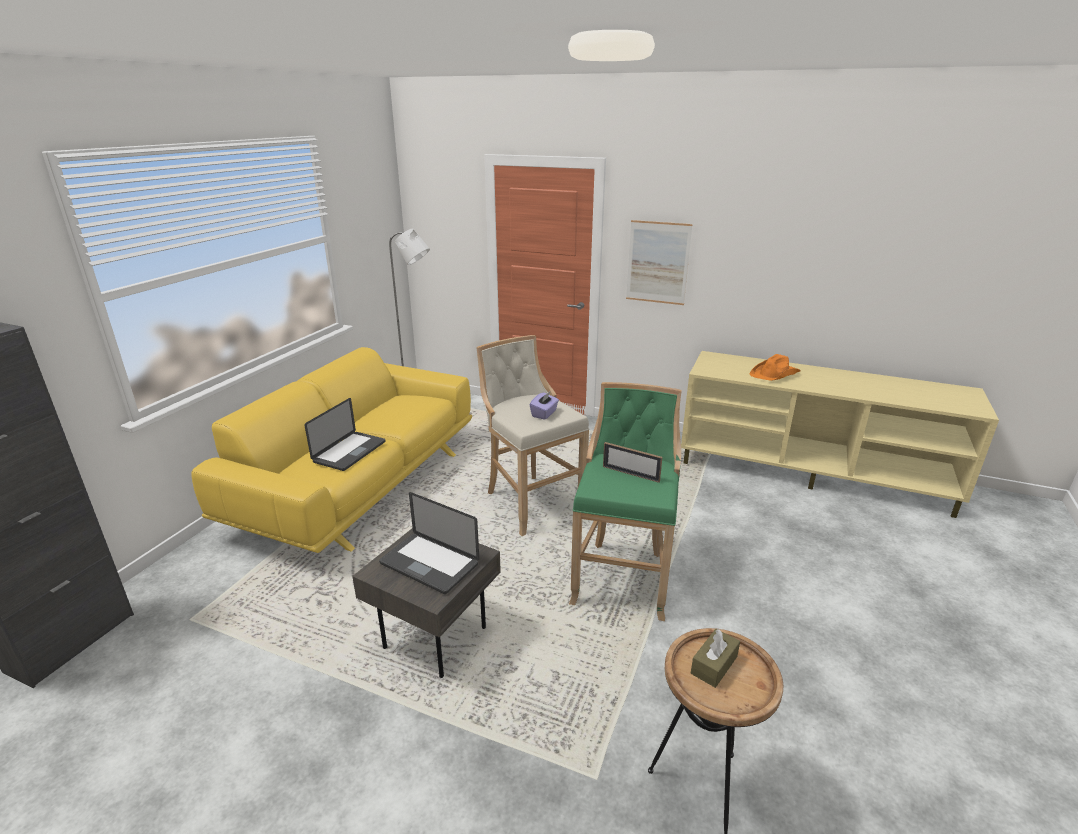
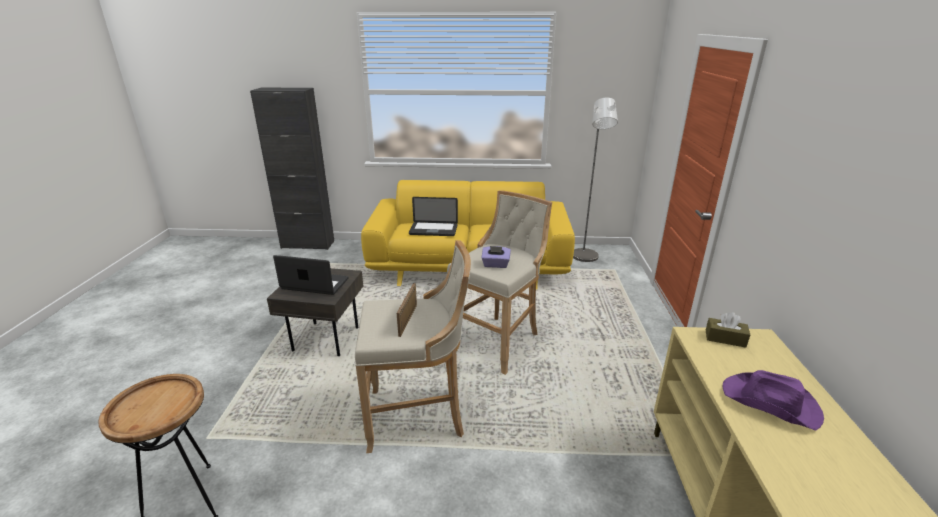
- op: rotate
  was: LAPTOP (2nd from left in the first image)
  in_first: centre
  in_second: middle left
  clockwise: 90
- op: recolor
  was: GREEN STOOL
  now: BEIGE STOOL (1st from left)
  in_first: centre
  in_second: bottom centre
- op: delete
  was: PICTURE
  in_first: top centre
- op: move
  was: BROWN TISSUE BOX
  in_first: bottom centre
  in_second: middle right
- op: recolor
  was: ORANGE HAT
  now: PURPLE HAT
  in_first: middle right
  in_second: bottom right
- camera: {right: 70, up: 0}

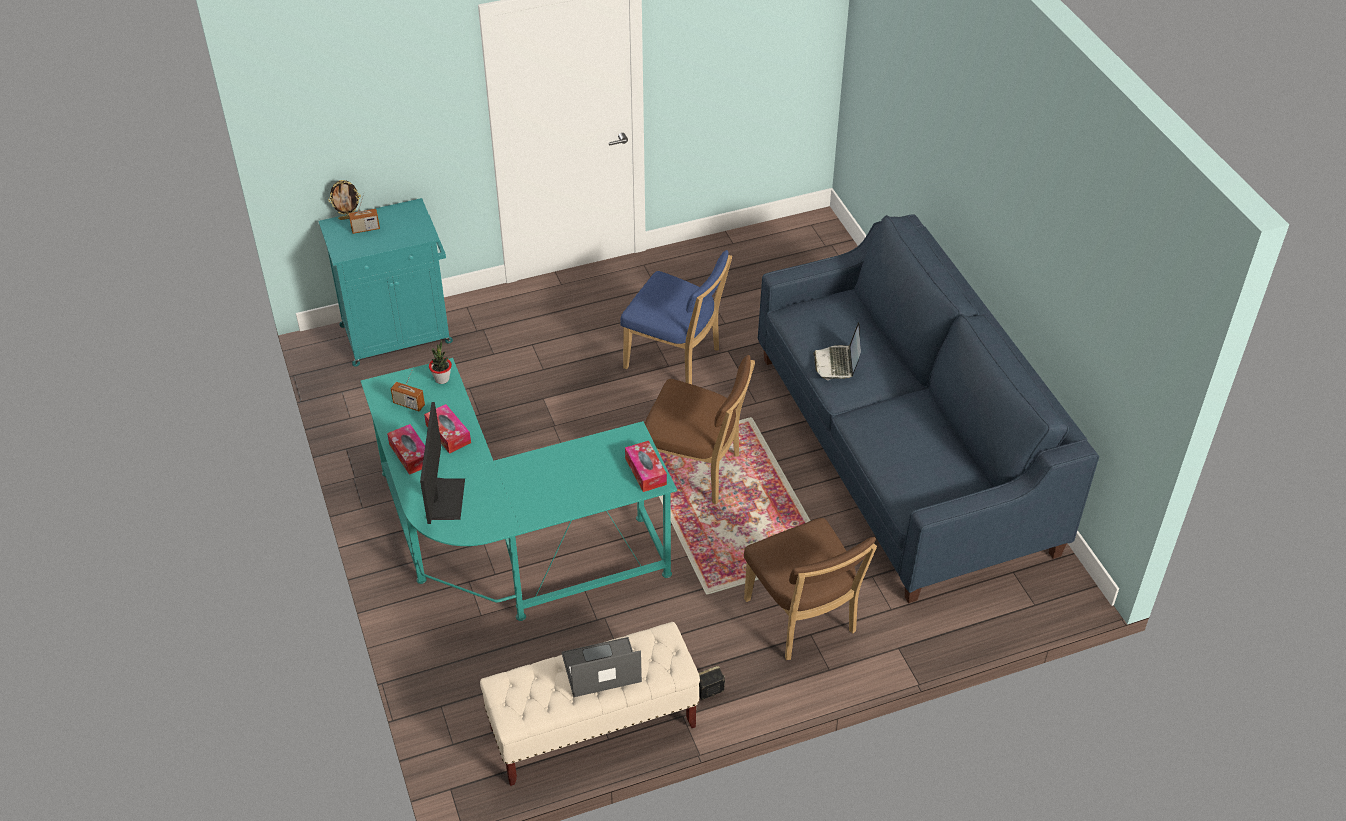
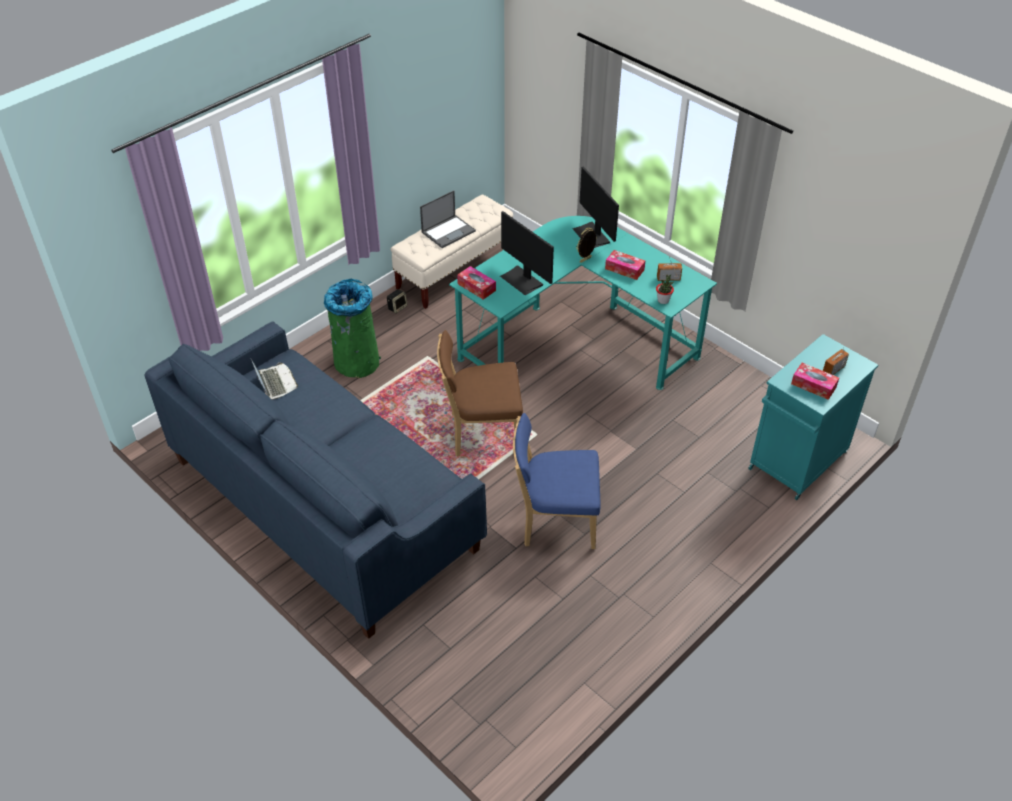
- op: move
  was: PICTURE FRAME
  in_first: top left
  in_second: top centre
- op: move
  was: TISSUE BOX (1st from left in the first image)
  now: TISSUE BOX (3rd from left)
  in_first: middle left
  in_second: middle right
- op: replace
  was: BROWN CHAIR (2nd from left)
  now: GREEN TRASH CAN
  in_first: bottom centre
  in_second: centre
- op: move
  was: LAPTOP (2nd from left in the first image)
  now: LAPTOP (1st from left)
  in_first: centre
  in_second: middle left
- op: insert
  now: MONITOR (1st from left)
  in_second: top centre
- camera: {right: 155, up: 0}

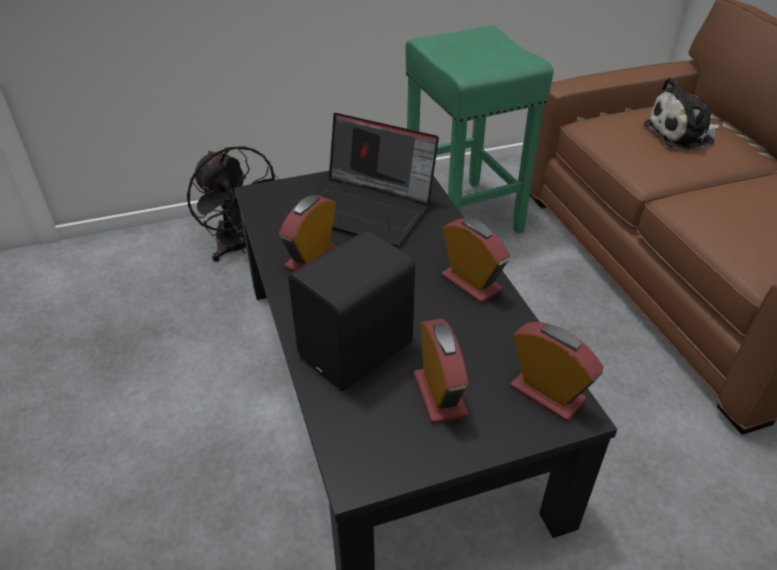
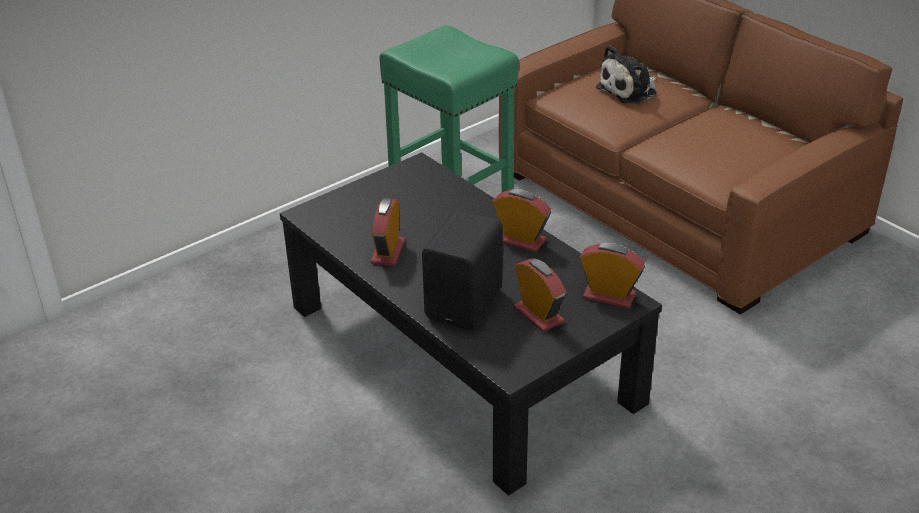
- op: delete
  was: BLACK FAN
  in_first: middle left
- op: delete
  was: LAPTOP
  in_first: top centre
- camera: {right: -20, up: -5}

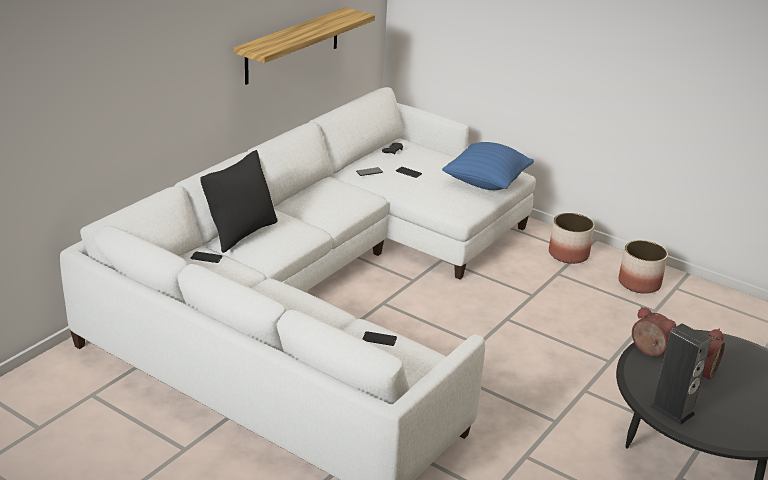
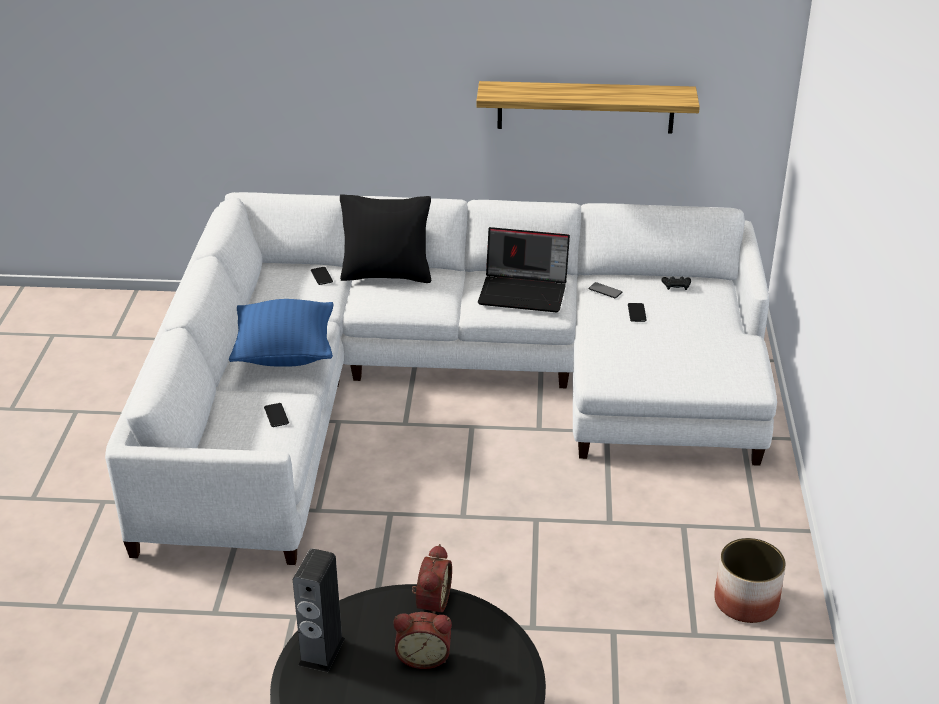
- op: move
  was: BLUE PILLOW
  in_first: centre
  in_second: middle left
- op: delete
  was: PLANTER (1st from left)
  in_first: middle right
- op: insert
  now: LAPTOP
  in_second: centre
- camera: {right: 60, up: 5}

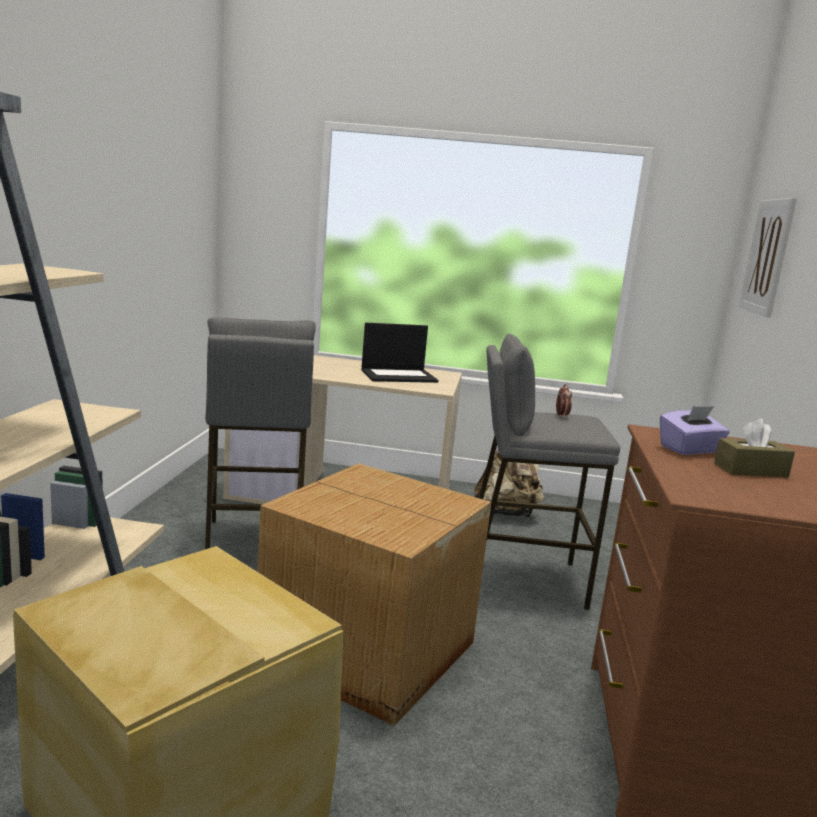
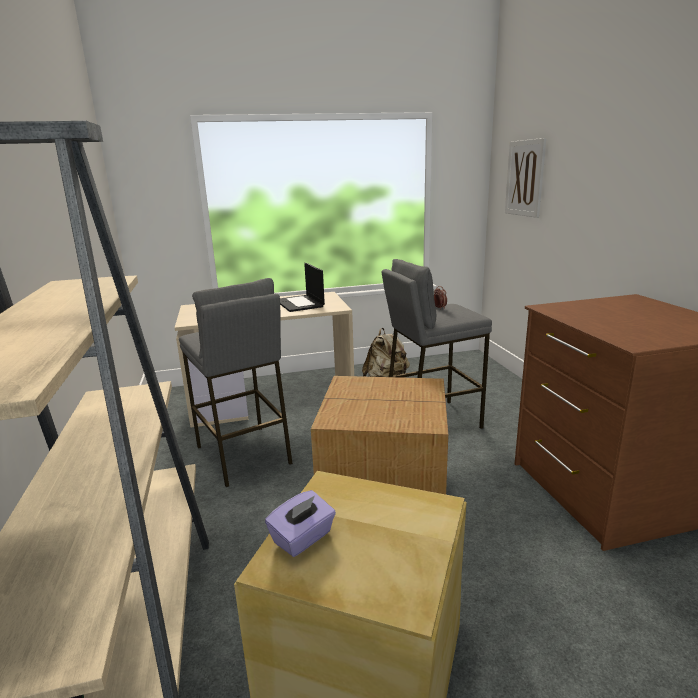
- op: rotate
  was: LAPTOP
  in_first: centre
  in_second: centre
  clockwise: 105
- op: move
  was: PURPLE TISSUE BOX
  in_first: middle right
  in_second: bottom centre
- op: delete
  was: BROWN TISSUE BOX
  in_first: middle right
- camera: {right: -20, up: 5}

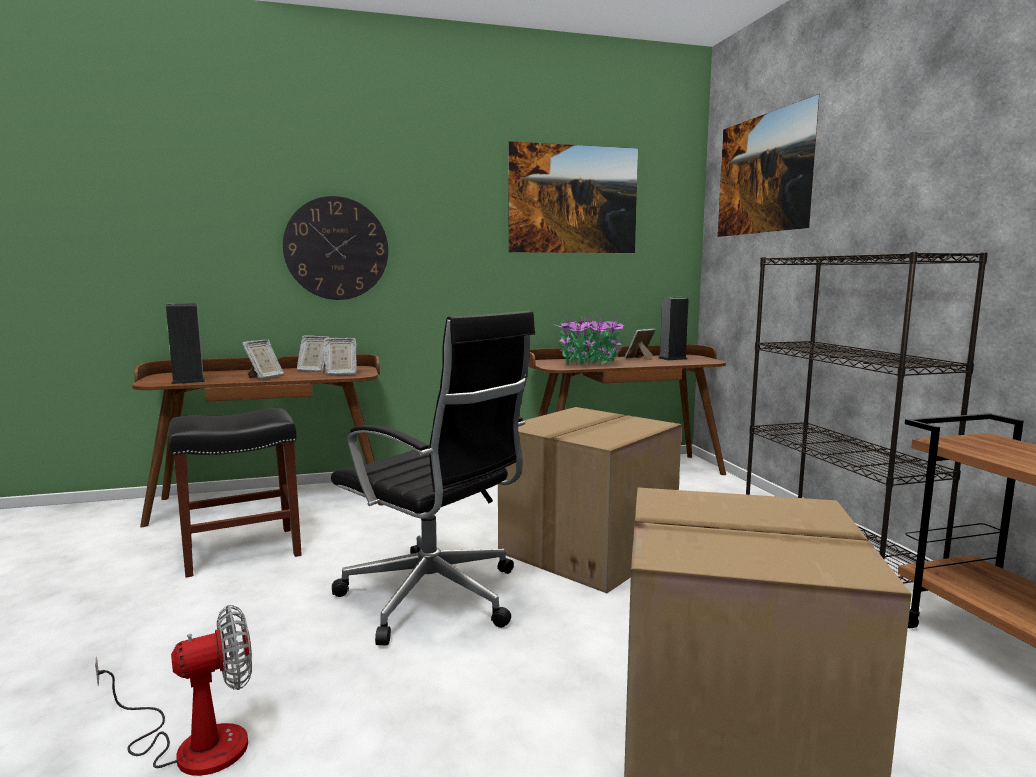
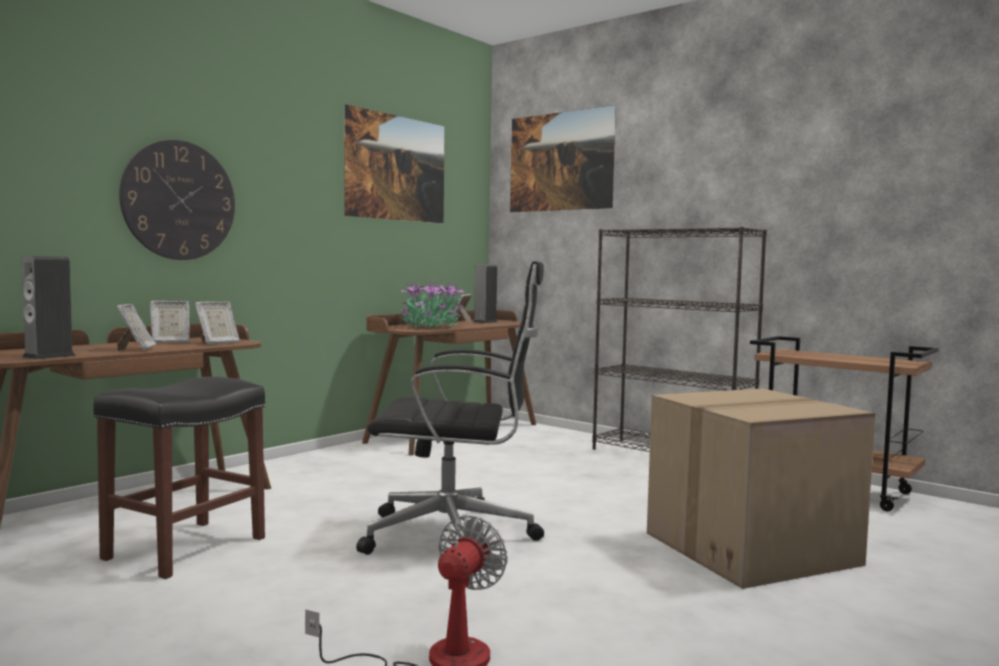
- op: delete
  was: CARDBOARD BOX (1st from left)
  in_first: centre
- camera: {right: -35, up: -5}

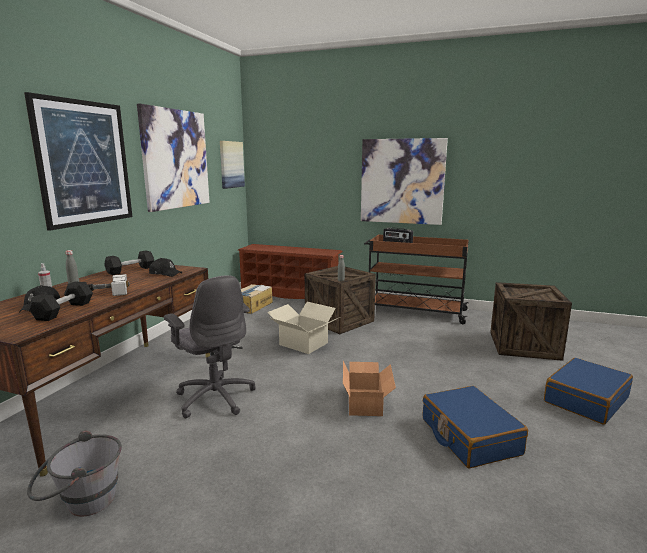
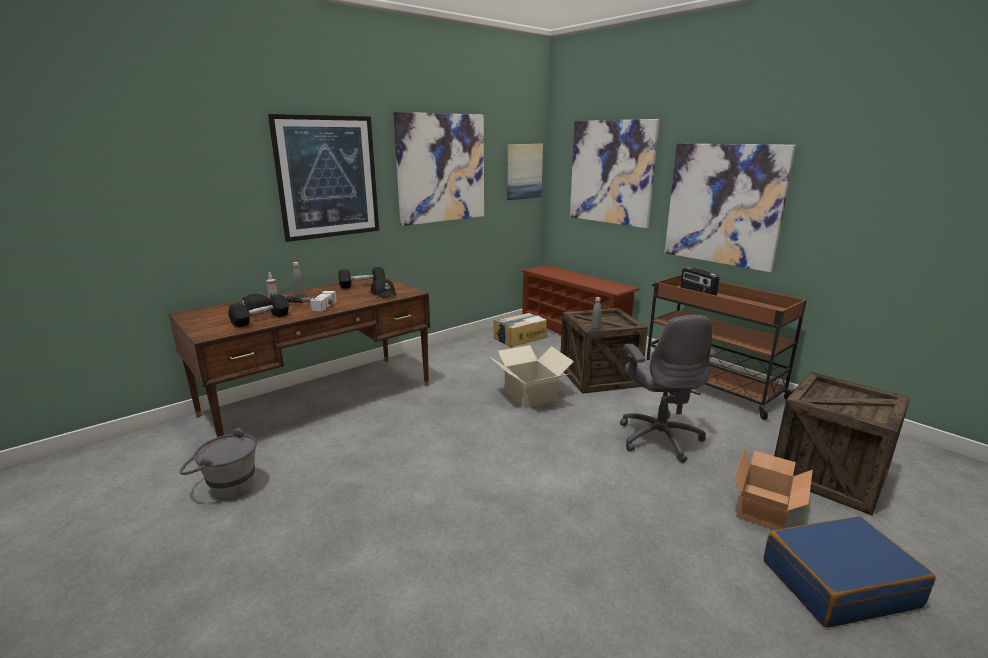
- op: move
  was: GREY OFFICE CHAIR
  in_first: middle left
  in_second: middle right
- op: move
  was: CARDBOARD BOX (3rd from left)
  in_first: bottom centre
  in_second: bottom right
- op: delete
  was: BLUE SUITCASE (1st from left)
  in_first: bottom right
- op: insert
  now: PICTURE (4th from left)
  in_second: top centre
- camera: {right: 30, up: 5}

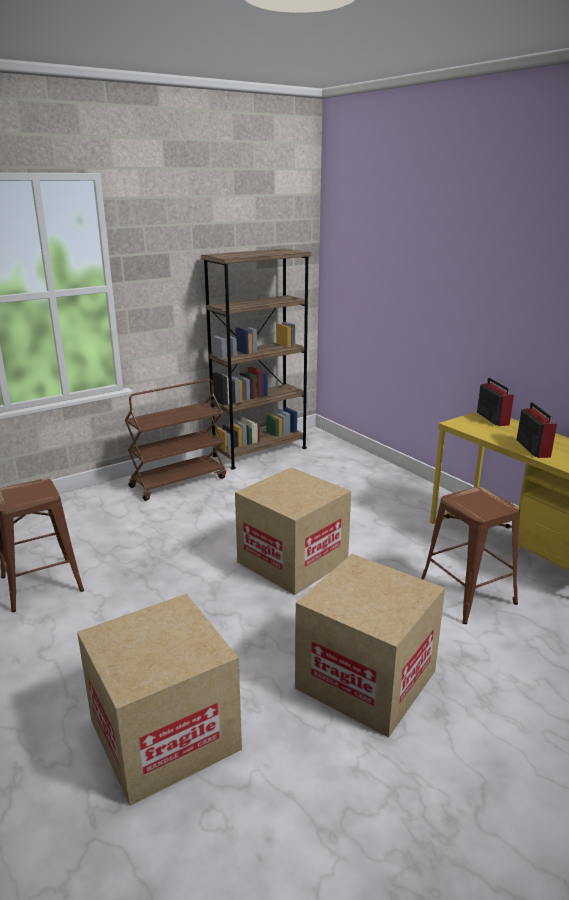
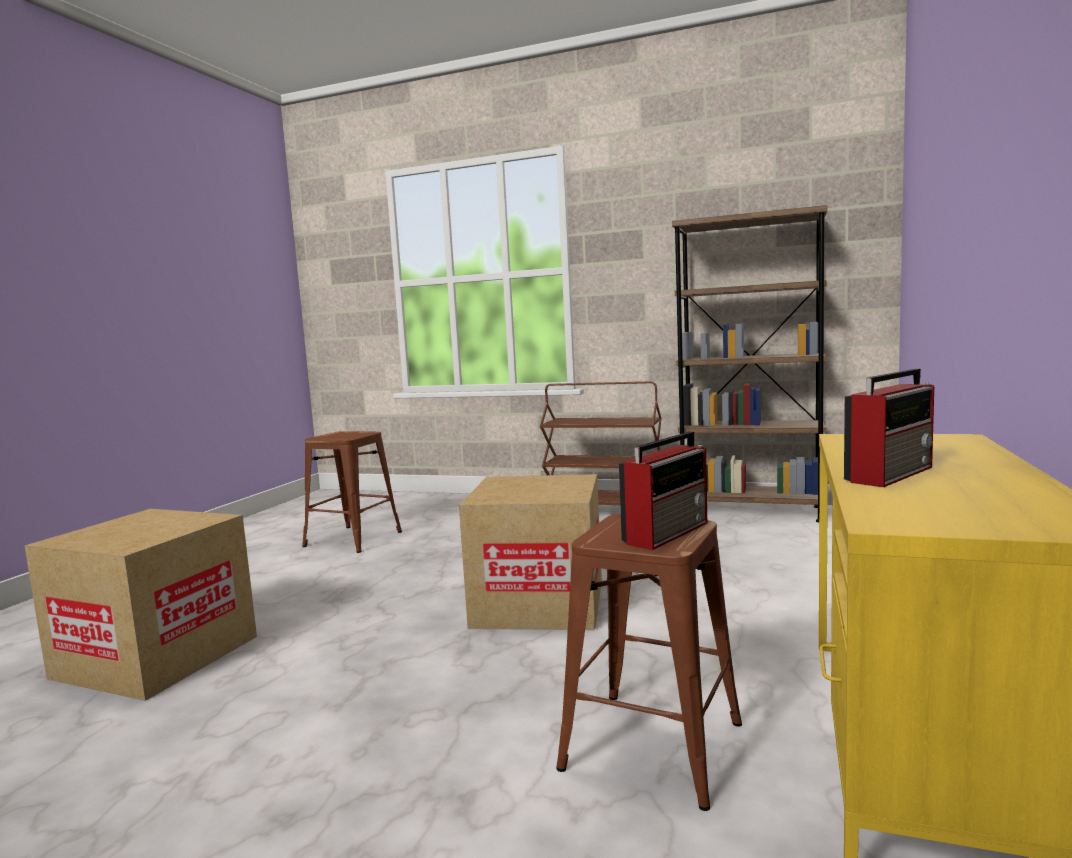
- op: delete
  was: CARDBOARD BOX (3rd from left)
  in_first: bottom centre
- op: move
  was: RADIO (1st from left)
  in_first: middle right
  in_second: centre
- camera: {right: 55, up: -15}

